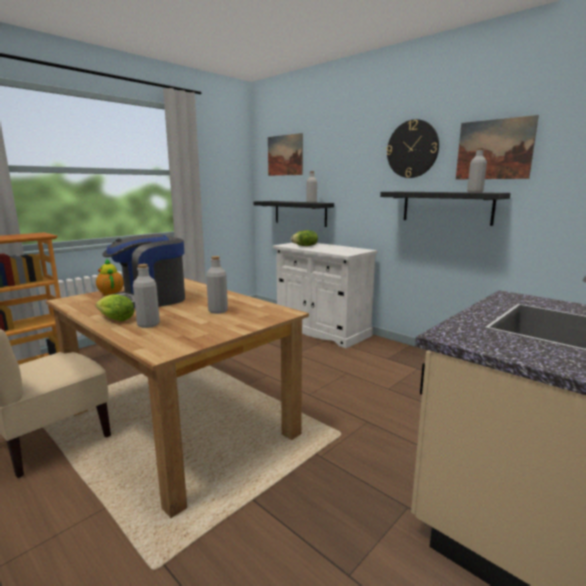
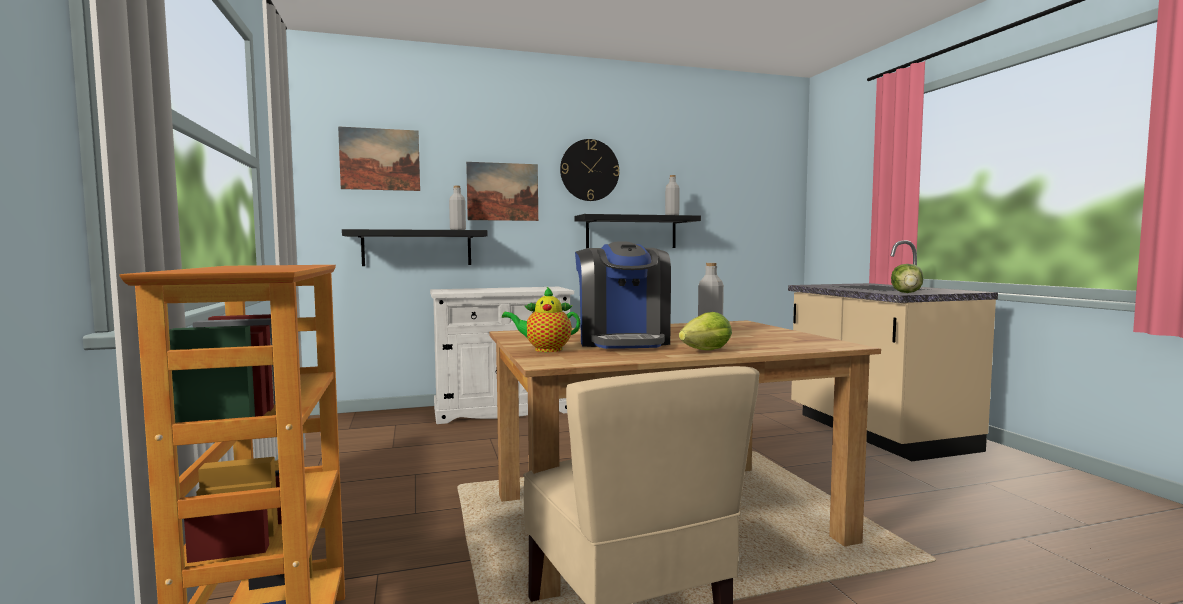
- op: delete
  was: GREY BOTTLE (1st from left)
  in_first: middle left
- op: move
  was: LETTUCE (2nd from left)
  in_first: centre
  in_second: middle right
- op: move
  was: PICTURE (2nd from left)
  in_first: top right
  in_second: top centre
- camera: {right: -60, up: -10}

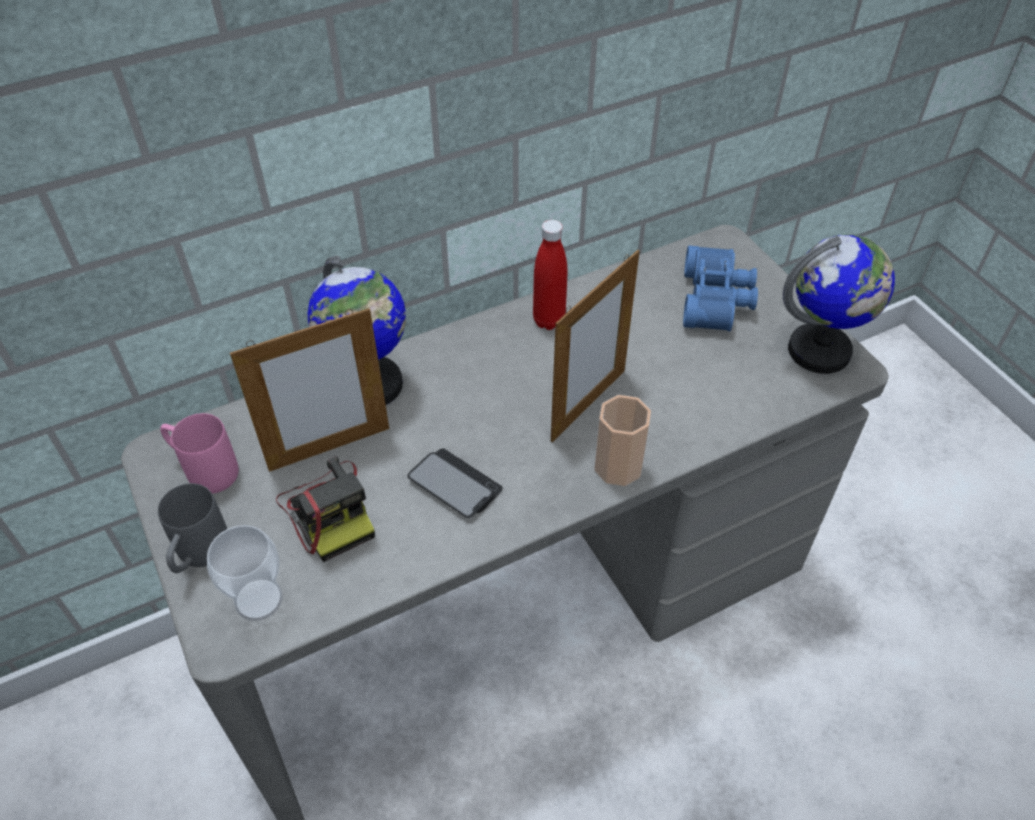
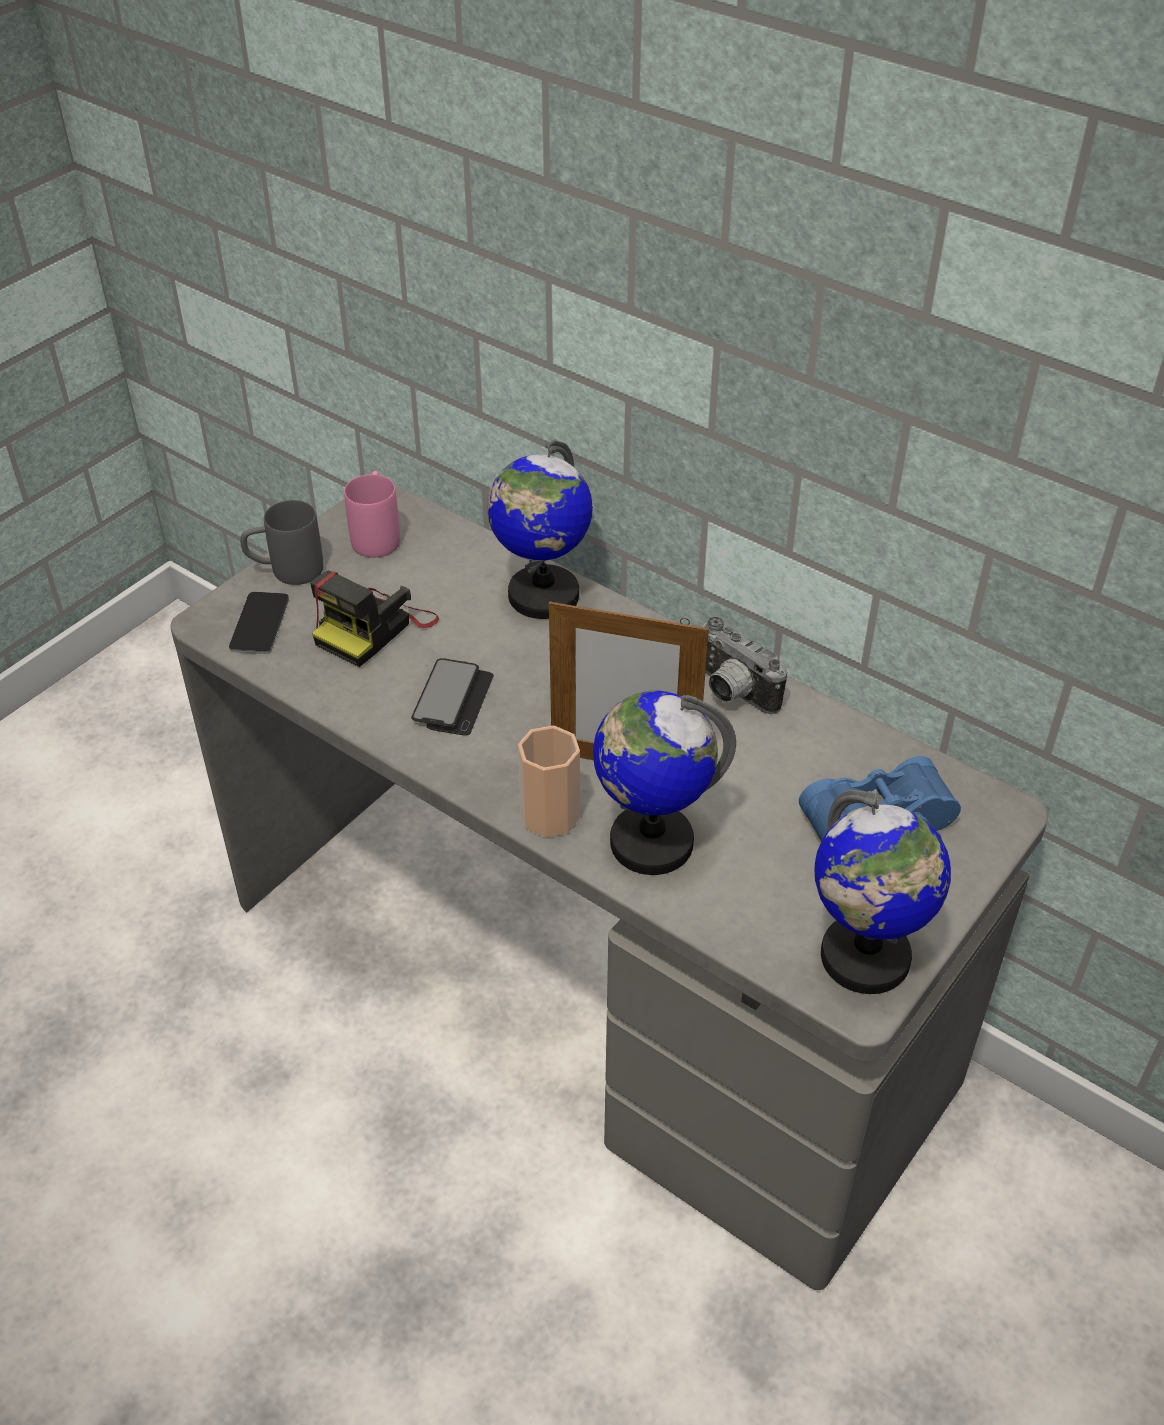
- op: replace
  was: CUP (1st from left)
  now: PHONE (1st from left)
  in_first: bottom left
  in_second: middle left
- op: delete
  was: PICTURE FRAME (1st from left)
  in_first: middle left
- op: replace
  was: RED BOTTLE
  now: PHOTO CAMERA (2nd from left)
  in_first: centre
  in_second: centre
- op: insert
  now: GLOBE (2nd from left)
  in_second: centre
- camera: {right: 65, up: -5}

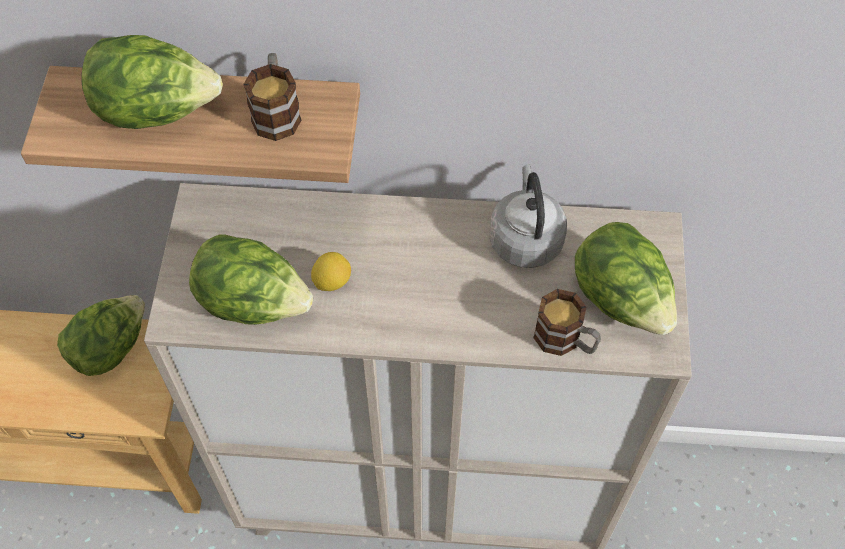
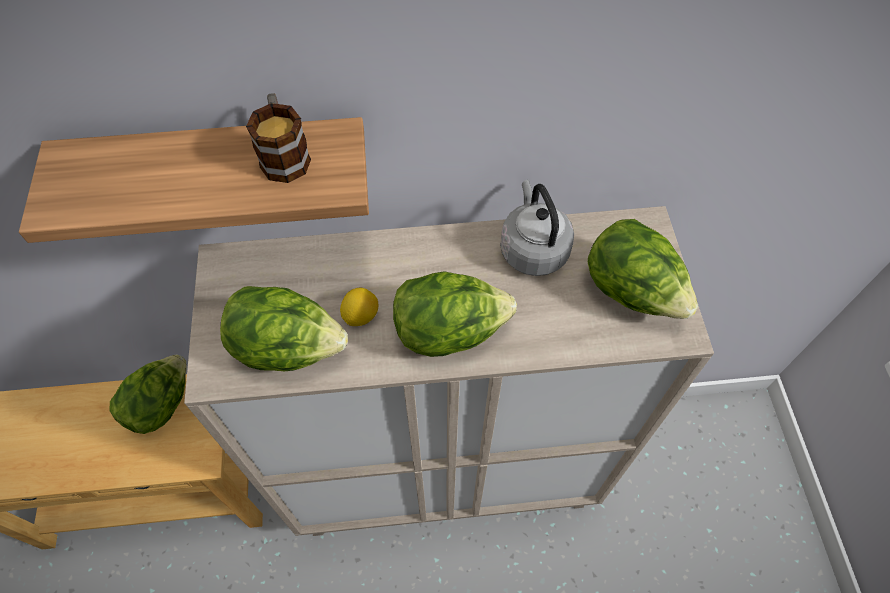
- op: move
  was: LETTUCE (2nd from left in the first image)
  now: LETTUCE (3rd from left)
  in_first: top left
  in_second: centre
- op: delete
  was: MUG (2nd from left)
  in_first: middle right
- camera: {right: -10, up: 0}

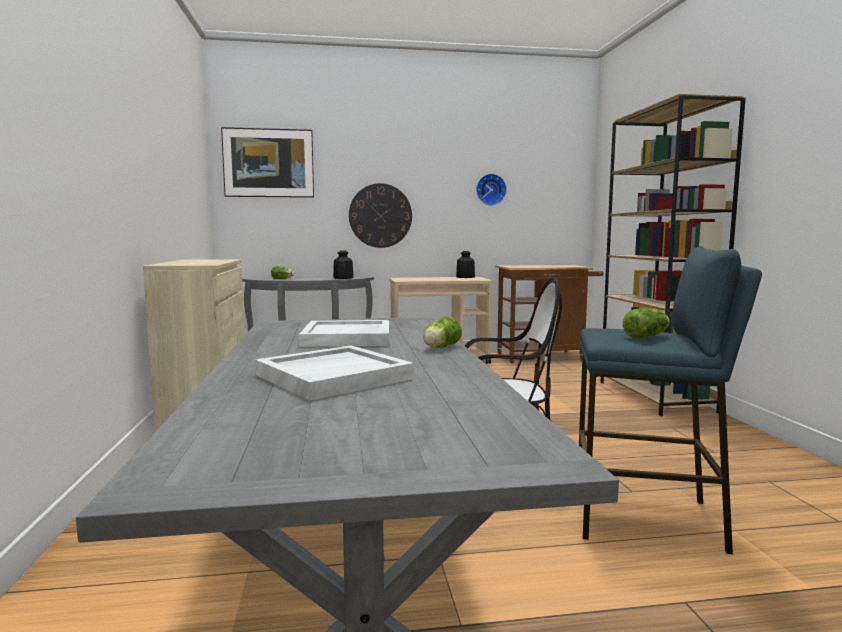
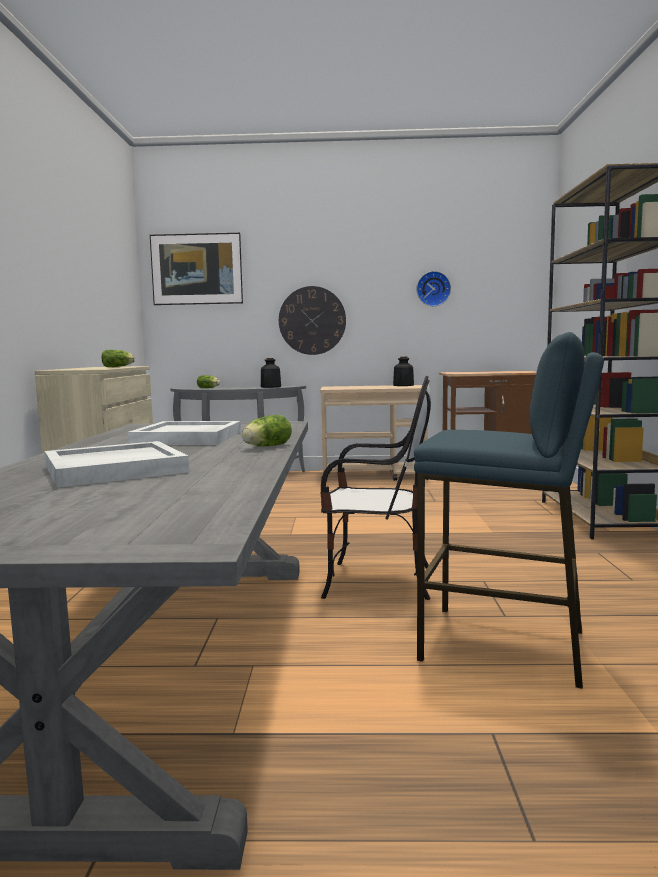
- op: move
  was: LETTUCE (3rd from left in the first image)
  now: LETTUCE (1st from left)
  in_first: middle right
  in_second: middle left
- camera: {right: 10, up: 0}

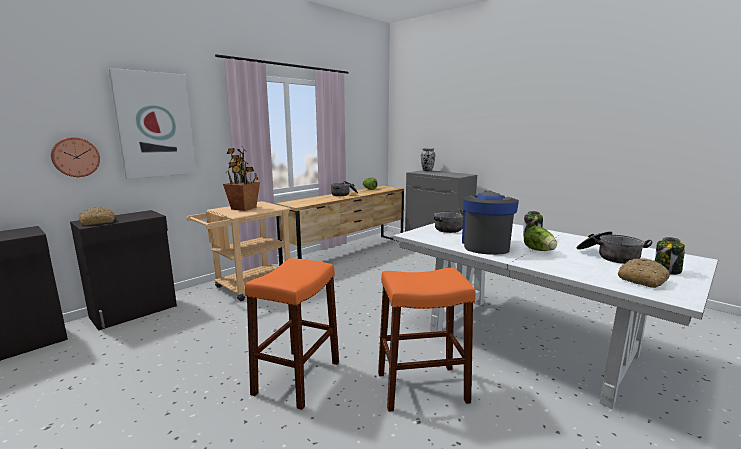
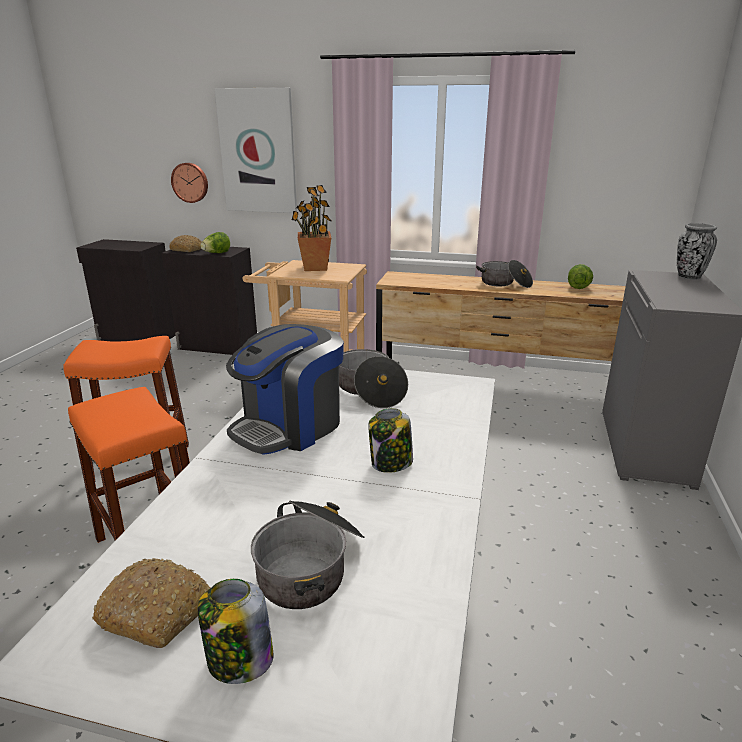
- op: rotate
  was: COFFEE MACHINE
  in_first: centre
  in_second: centre
  clockwise: 150
- op: move
  was: LETTUCE (2nd from left in the first image)
  now: LETTUCE (1st from left)
  in_first: middle right
  in_second: top left
- camera: {right: 60, up: 10}

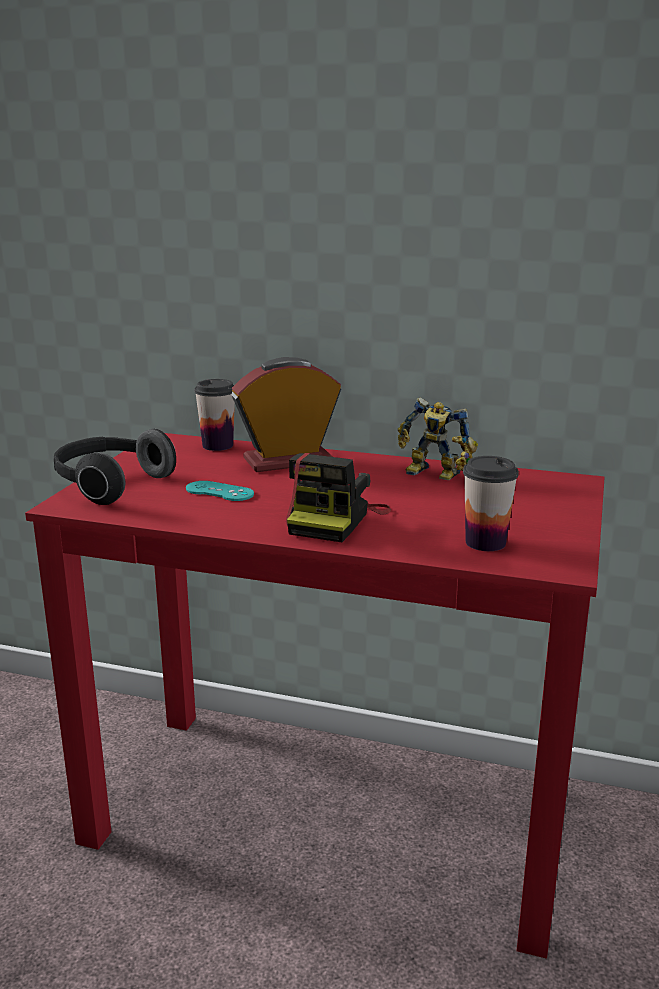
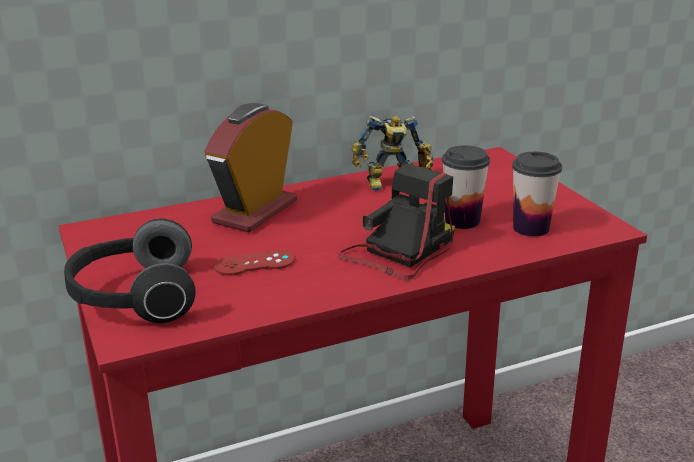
- op: recolor
  was: TURQUOISE GAME CONTROLLER
  now: RED GAME CONTROLLER
  in_first: centre
  in_second: centre
- op: move
  was: CUP (1st from left)
  in_first: middle left
  in_second: middle right
- op: rotate
  was: PHOTO CAMERA
  in_first: centre
  in_second: centre
  clockwise: -120
- camera: {right: -40, up: 5}

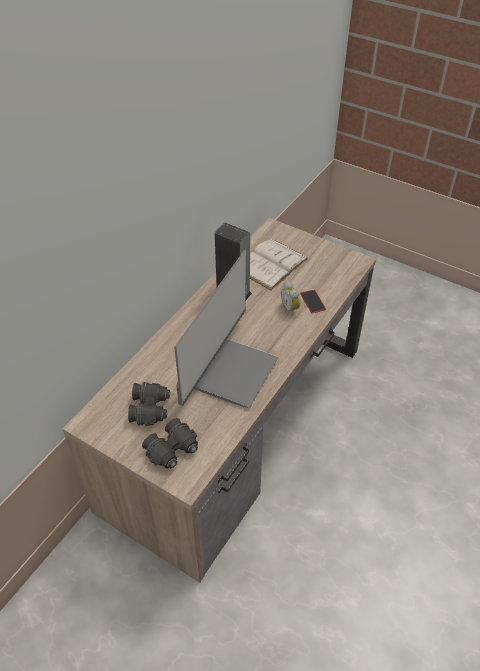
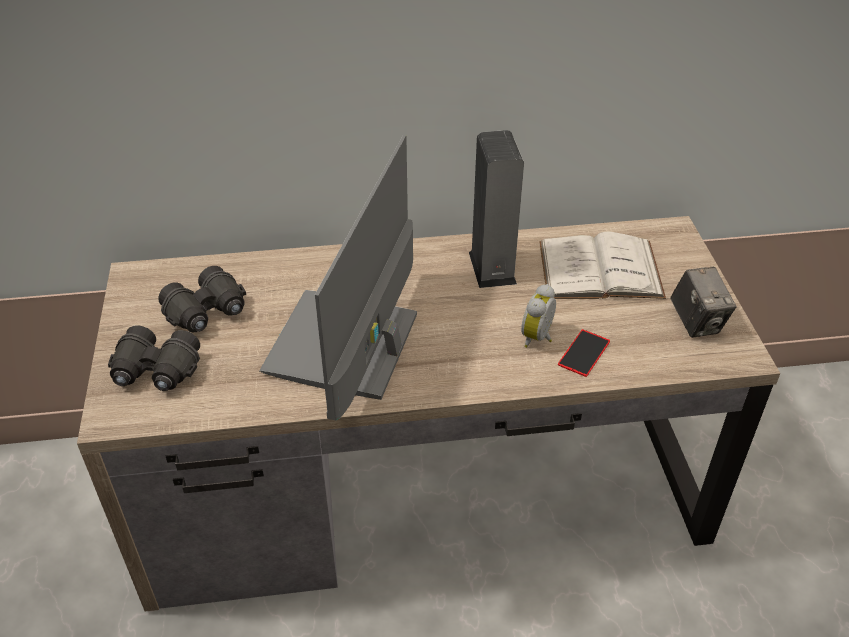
- op: rotate
  was: MONITOR
  in_first: centre
  in_second: centre
  clockwise: 120
- op: insert
  now: PHOTO CAMERA
  in_second: middle right
- camera: {right: 50, up: -5}

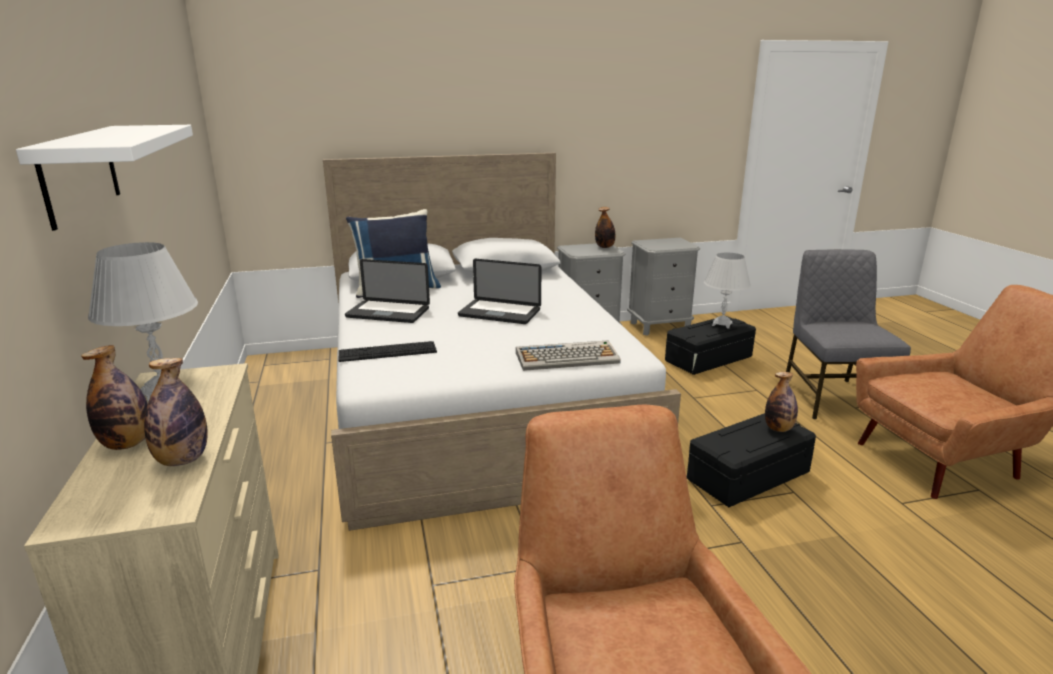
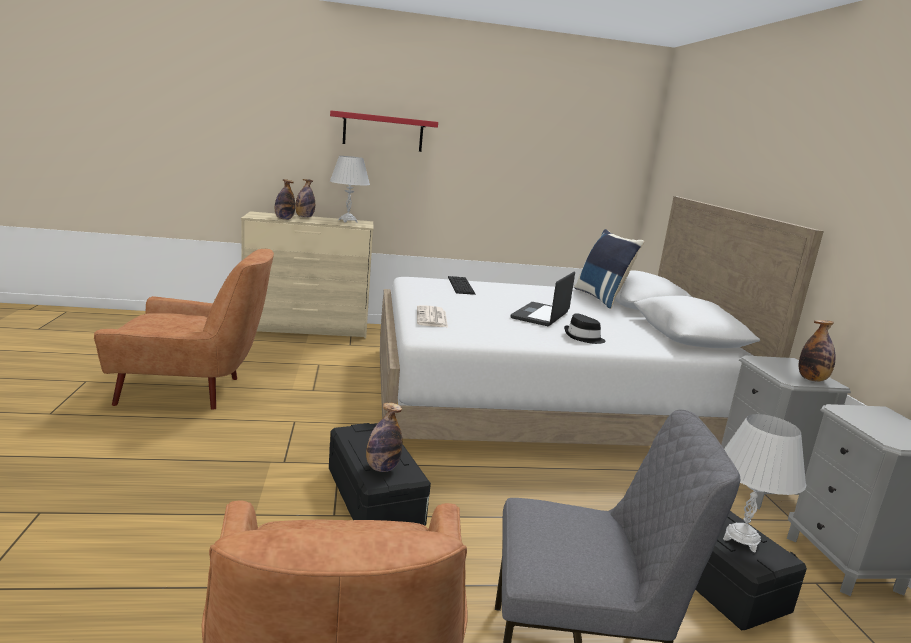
- op: recolor
  was: WHITE SHELF
  now: RED SHELF
  in_first: top left
  in_second: top centre
- op: delete
  was: LAPTOP (1st from left)
  in_first: centre
- op: replace
  was: KEYBOARD (2nd from left)
  now: NEWSPAPER
  in_first: centre
  in_second: centre
- op: insert
  now: BLACK HAT
  in_second: centre
- camera: {right: 95, up: -5}

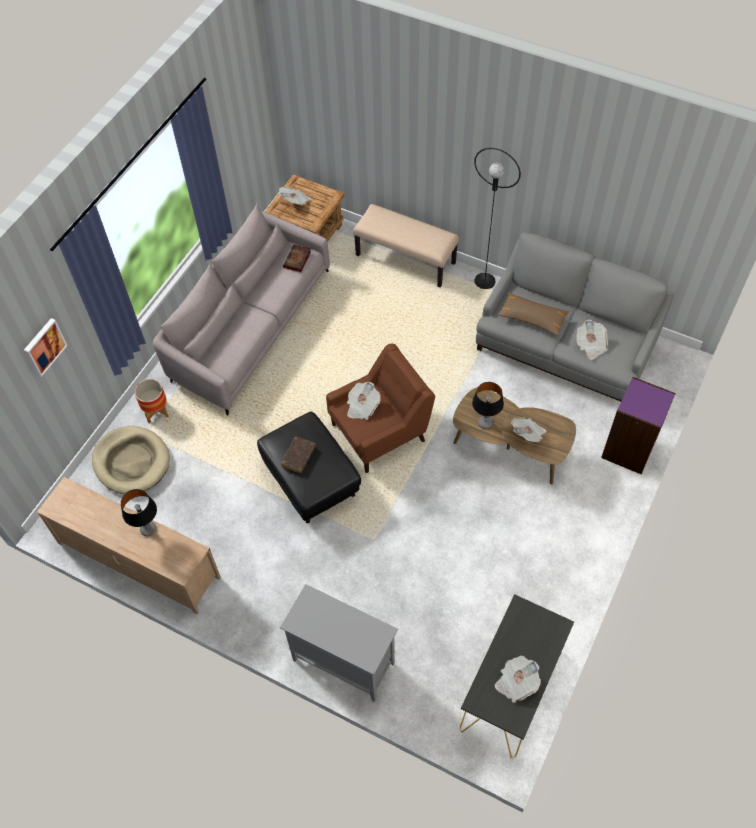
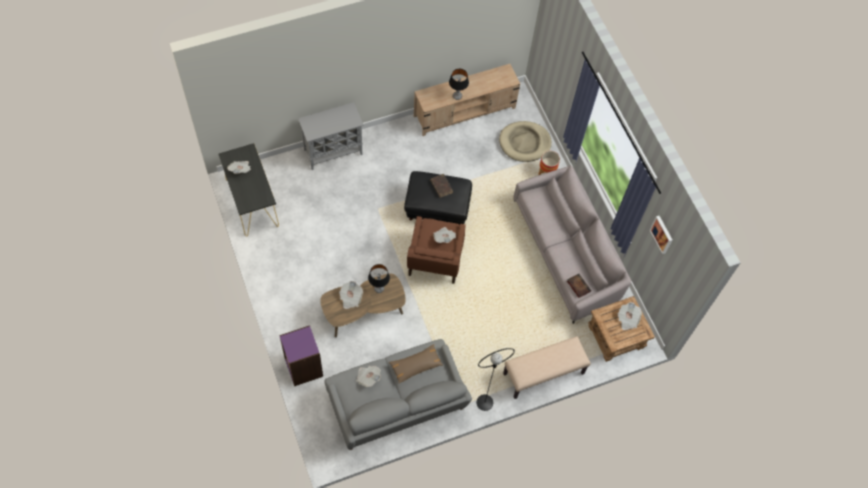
- op: move
  was: PICTURE
  in_first: middle left
  in_second: middle right
- camera: {right: 125, up: 5}

